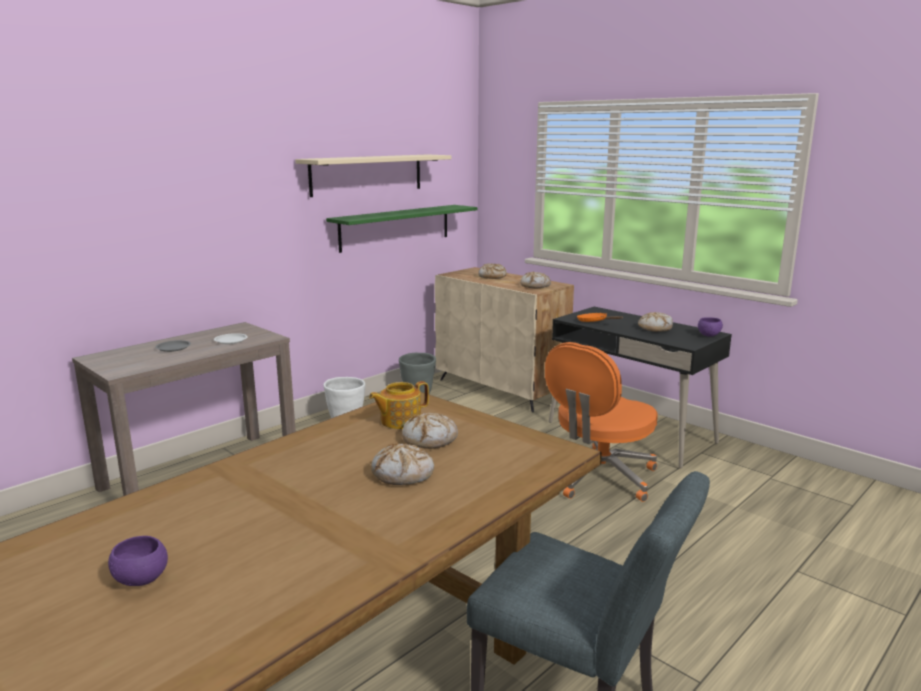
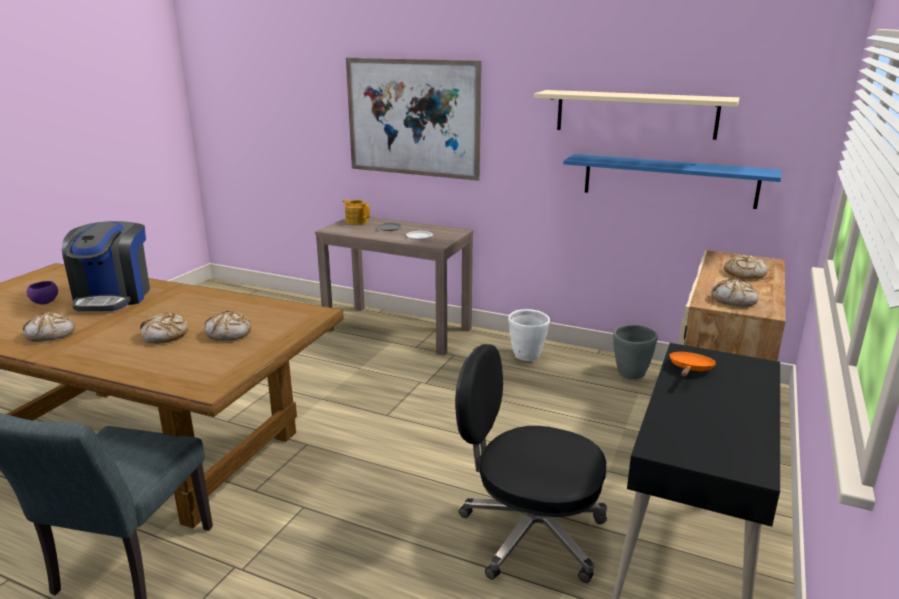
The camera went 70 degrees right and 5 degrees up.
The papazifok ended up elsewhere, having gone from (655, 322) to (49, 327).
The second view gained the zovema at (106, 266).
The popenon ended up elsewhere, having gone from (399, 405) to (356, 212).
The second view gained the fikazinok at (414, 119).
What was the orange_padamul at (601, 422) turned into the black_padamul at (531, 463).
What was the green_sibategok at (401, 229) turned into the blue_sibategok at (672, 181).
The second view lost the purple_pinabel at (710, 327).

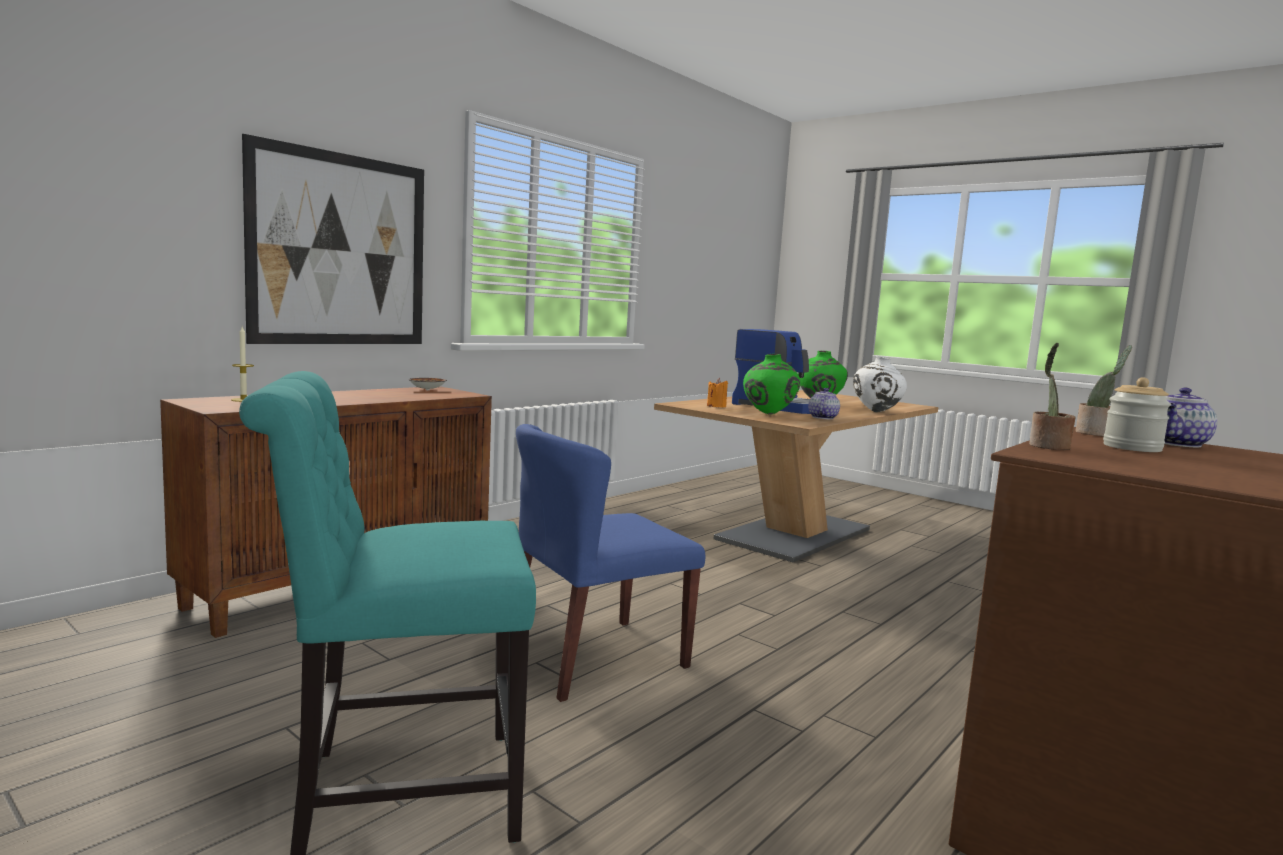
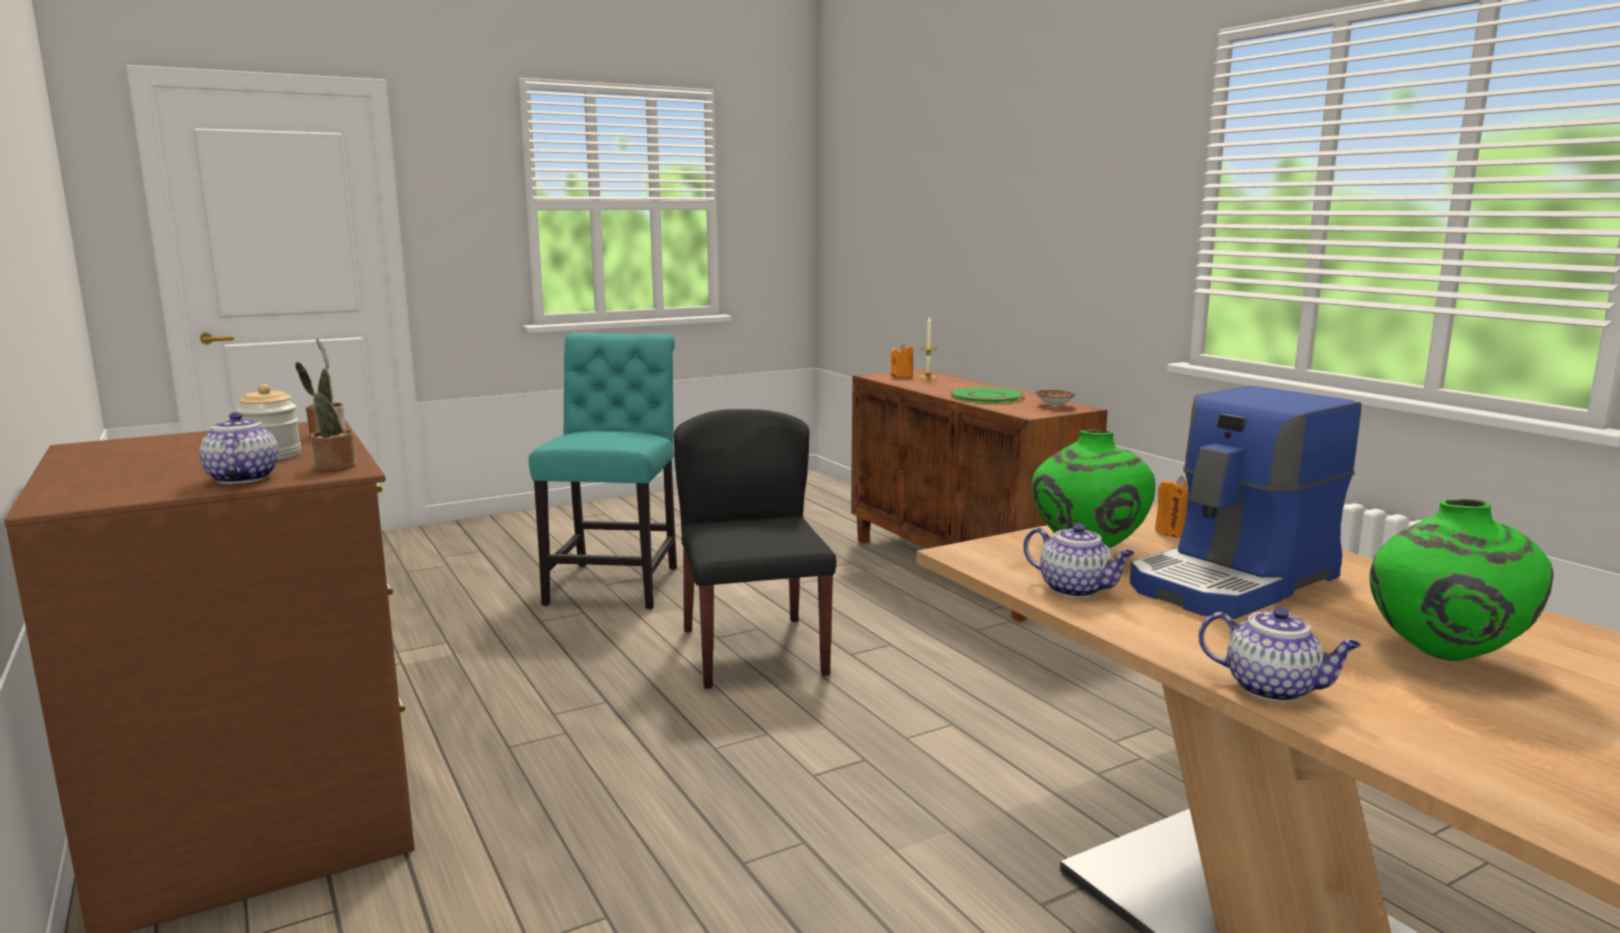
The camera went 110 degrees right and 5 degrees up.
What was the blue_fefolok at (610, 563) turned into the black_fefolok at (755, 549).
The second view gained the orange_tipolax at (902, 360).
The second view gained the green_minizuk at (987, 395).
Where the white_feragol stood at (880, 384), the popenon came to stand at (1280, 654).
The second view lost the fikazinok at (333, 239).

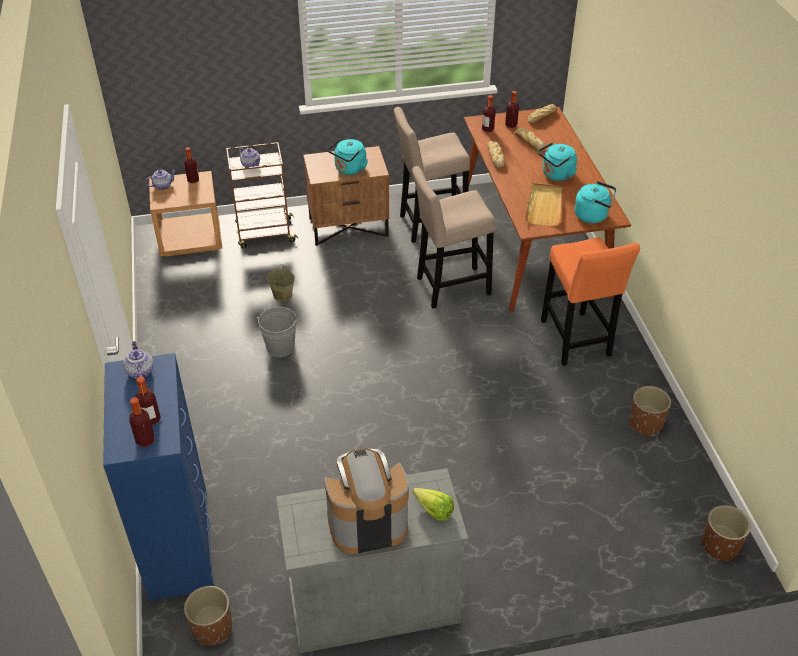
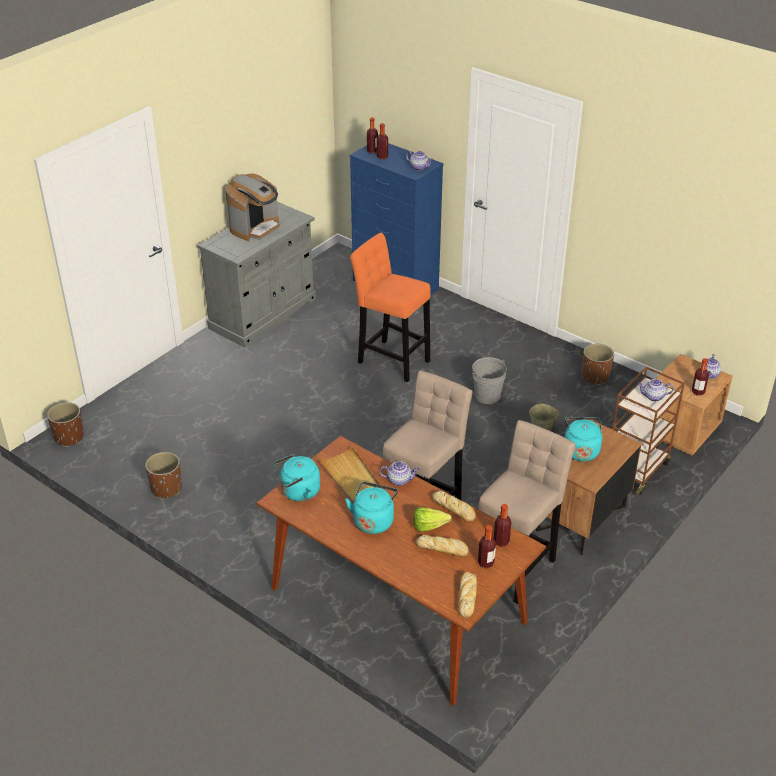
The camera went 140 degrees right and 5 degrees down.
The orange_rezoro ended up elsewhere, having gone from (590, 301) to (390, 307).
The second view gained the popenon at (399, 473).
The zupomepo ended up elsewhere, having gone from (433, 504) to (433, 519).
The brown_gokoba ended up elsewhere, having gone from (208, 616) to (598, 364).

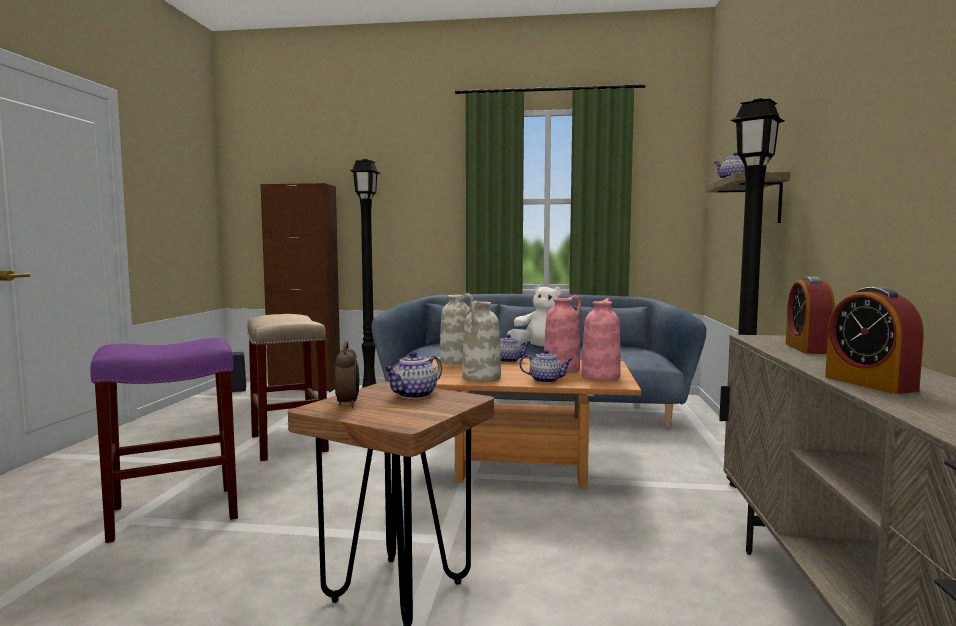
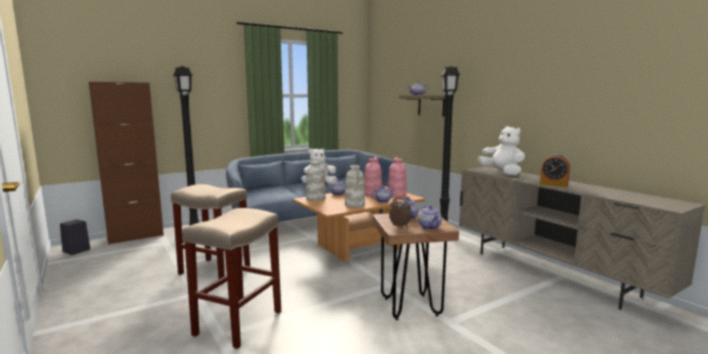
The camera went 40 degrees left and 5 degrees up.
What was the purple_rezoro at (164, 440) turned into the beige_rezoro at (231, 278).
The second view gained the popenon at (430, 217).
Where the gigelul stood at (810, 315), the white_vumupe came to stand at (501, 151).

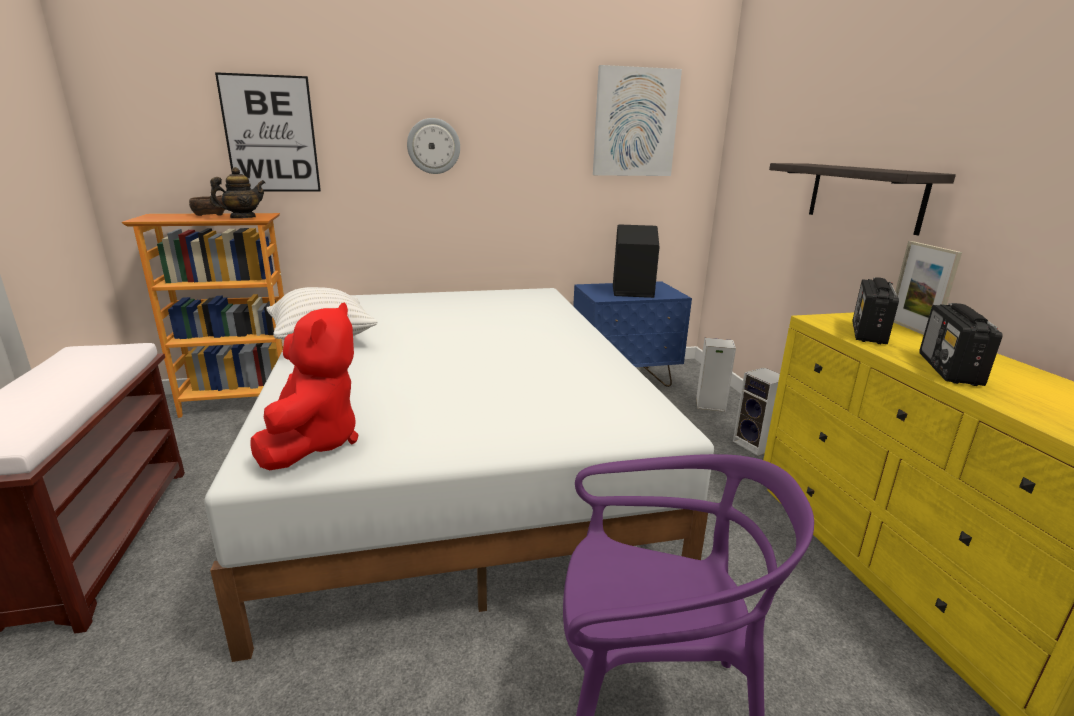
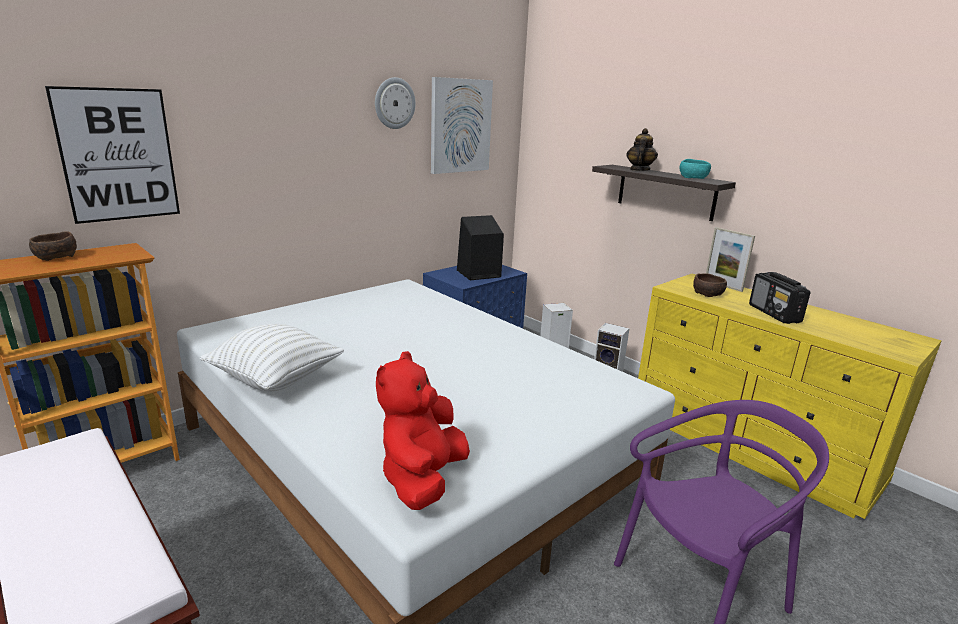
The camera went 30 degrees left and 0 degrees up.
The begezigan ended up elsewhere, having gone from (433, 146) to (395, 103).
The red_vumupe at (304, 386) ended up facing another way, 135 degrees counterclockwise from before.
The popenon ended up elsewhere, having gone from (237, 192) to (642, 149).
The second view gained the turquoise_pinabel at (695, 169).
Where the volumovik stood at (875, 310), the brown_pinabel came to stand at (710, 285).

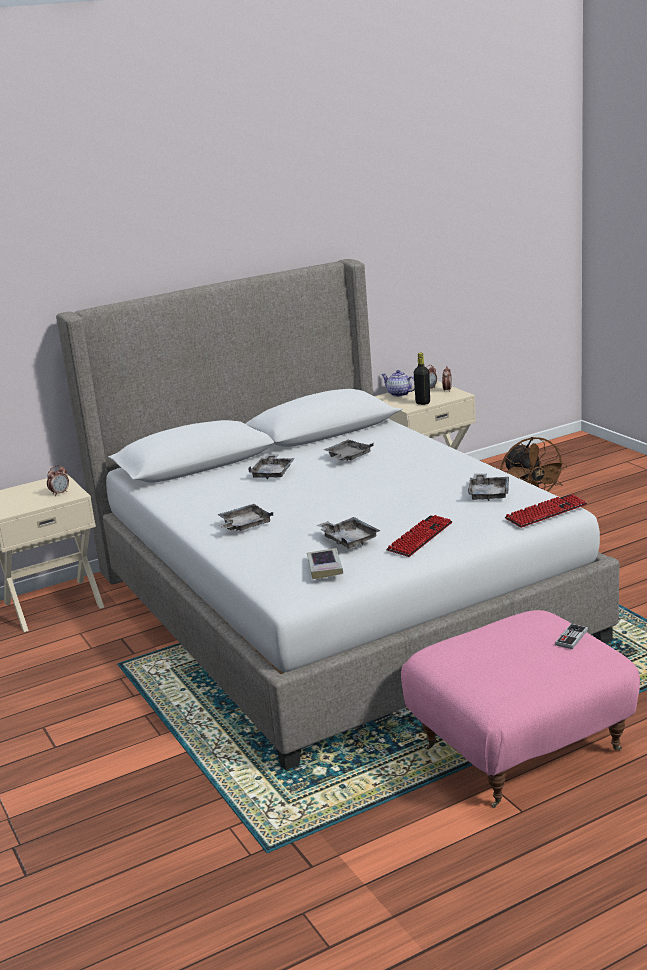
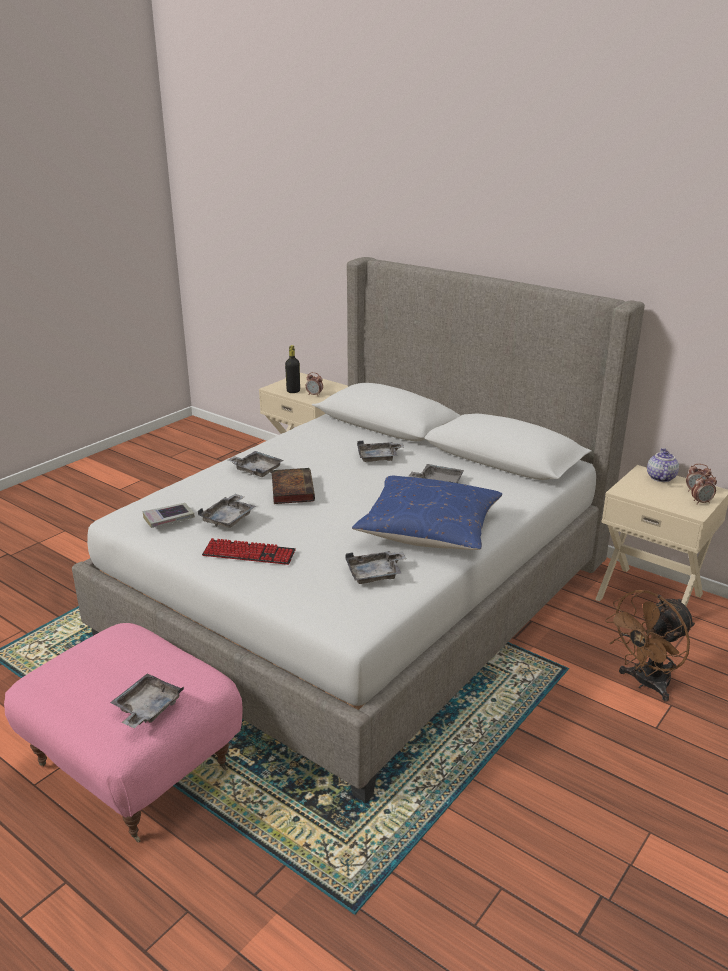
The camera went 65 degrees right and 5 degrees up.
Where the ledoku stood at (571, 636), the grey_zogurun came to stand at (147, 701).
The second view gained the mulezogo at (293, 486).
The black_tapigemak ended up elsewhere, having gone from (422, 379) to (292, 369).
The second view gained the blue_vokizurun at (427, 513).
The second view lost the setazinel at (545, 511).

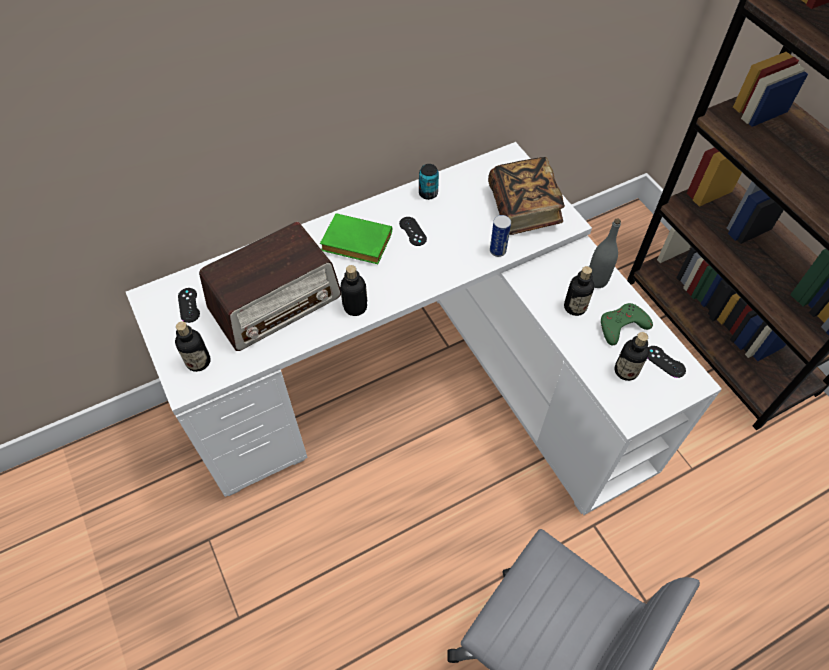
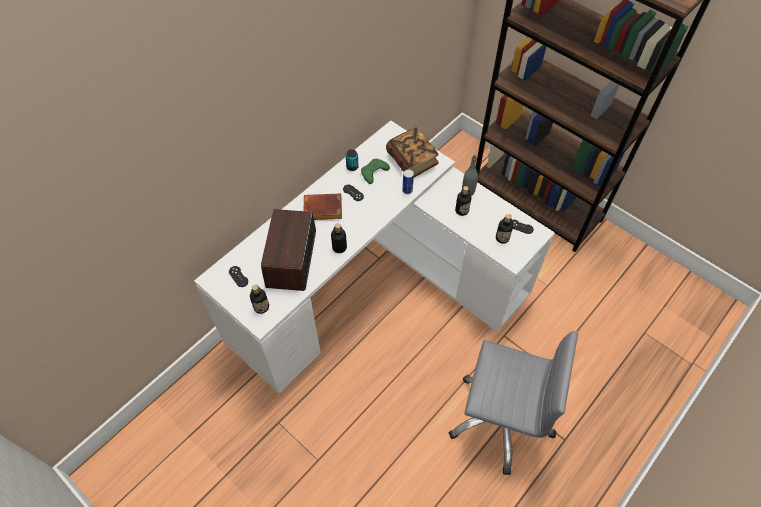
The camera went 20 degrees left and 0 degrees up.
The volumovik at (270, 286) ended up facing another way, 150 degrees clockwise from before.
What was the green_mulezogo at (356, 238) turned into the brown_mulezogo at (322, 206).
The green_ledoku ended up elsewhere, having gone from (627, 324) to (375, 171).

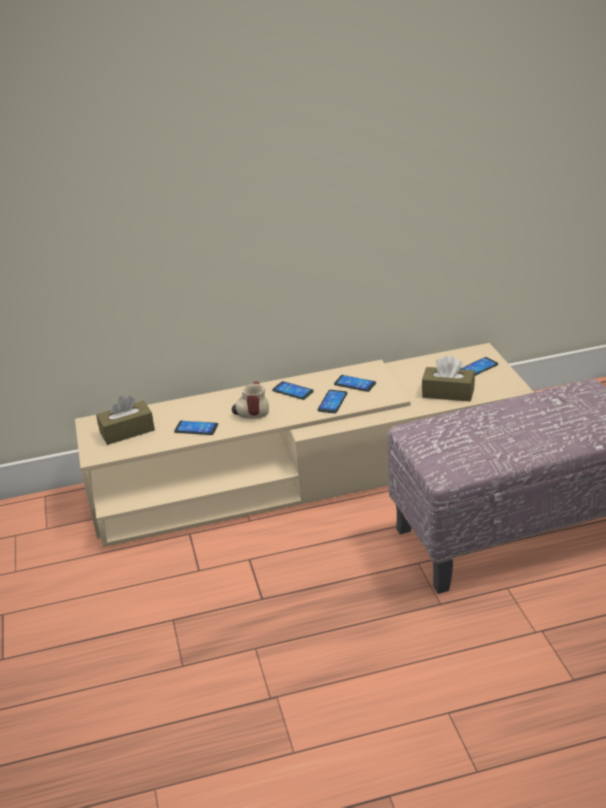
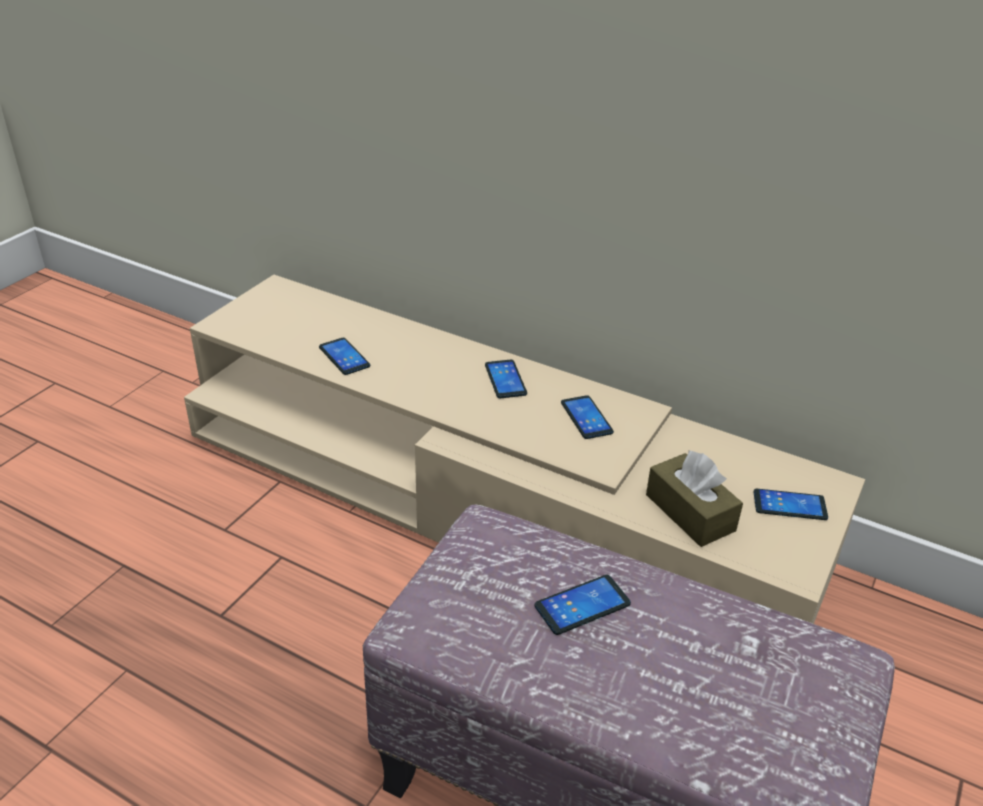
The camera went 40 degrees right and 5 degrees up.
The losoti ended up elsewhere, having gone from (332, 401) to (582, 605).
The second view lost the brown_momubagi at (125, 420).
The second view lost the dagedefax at (250, 400).

